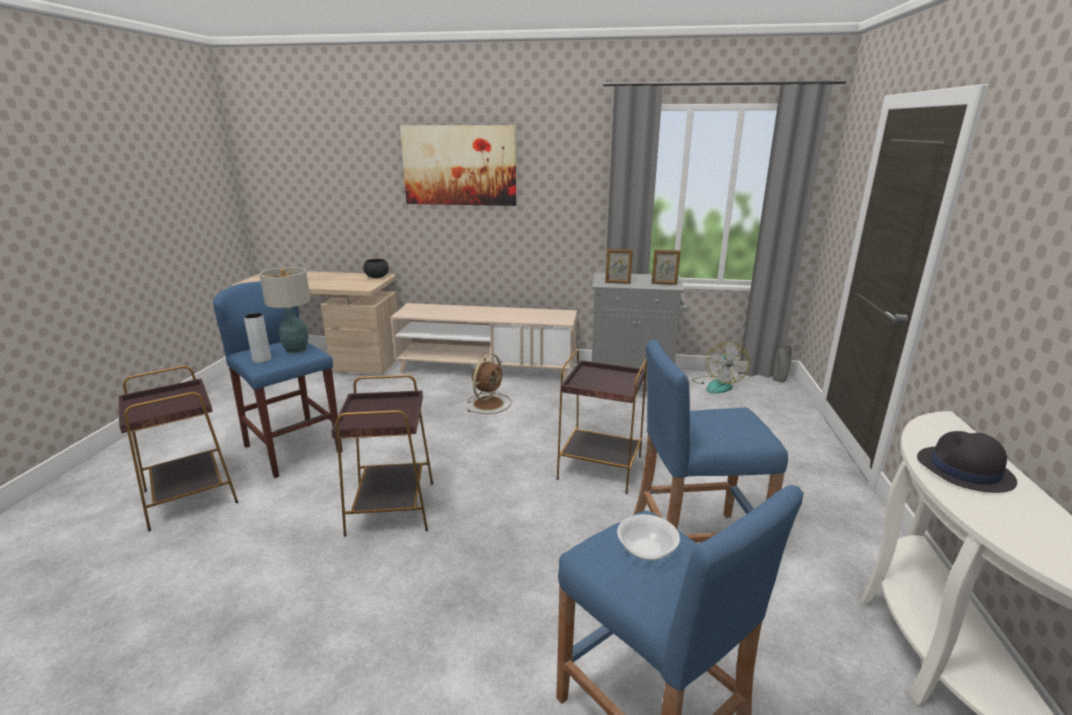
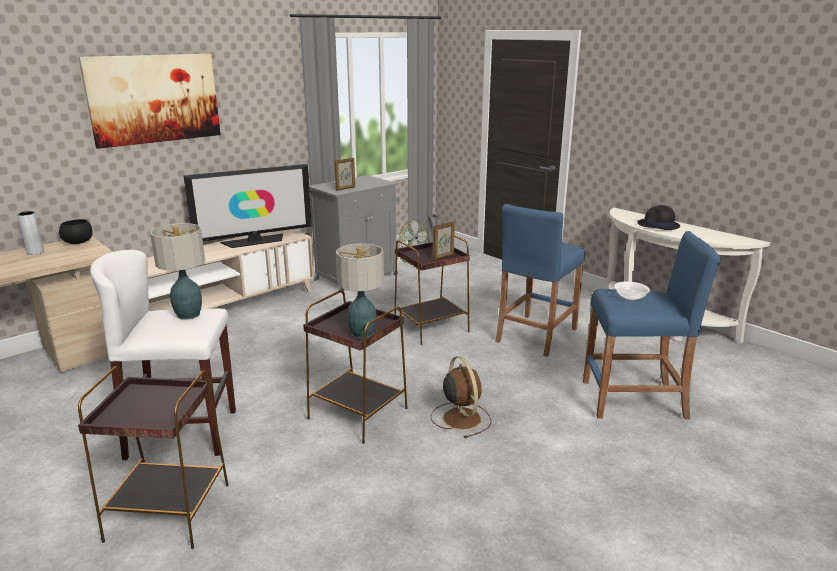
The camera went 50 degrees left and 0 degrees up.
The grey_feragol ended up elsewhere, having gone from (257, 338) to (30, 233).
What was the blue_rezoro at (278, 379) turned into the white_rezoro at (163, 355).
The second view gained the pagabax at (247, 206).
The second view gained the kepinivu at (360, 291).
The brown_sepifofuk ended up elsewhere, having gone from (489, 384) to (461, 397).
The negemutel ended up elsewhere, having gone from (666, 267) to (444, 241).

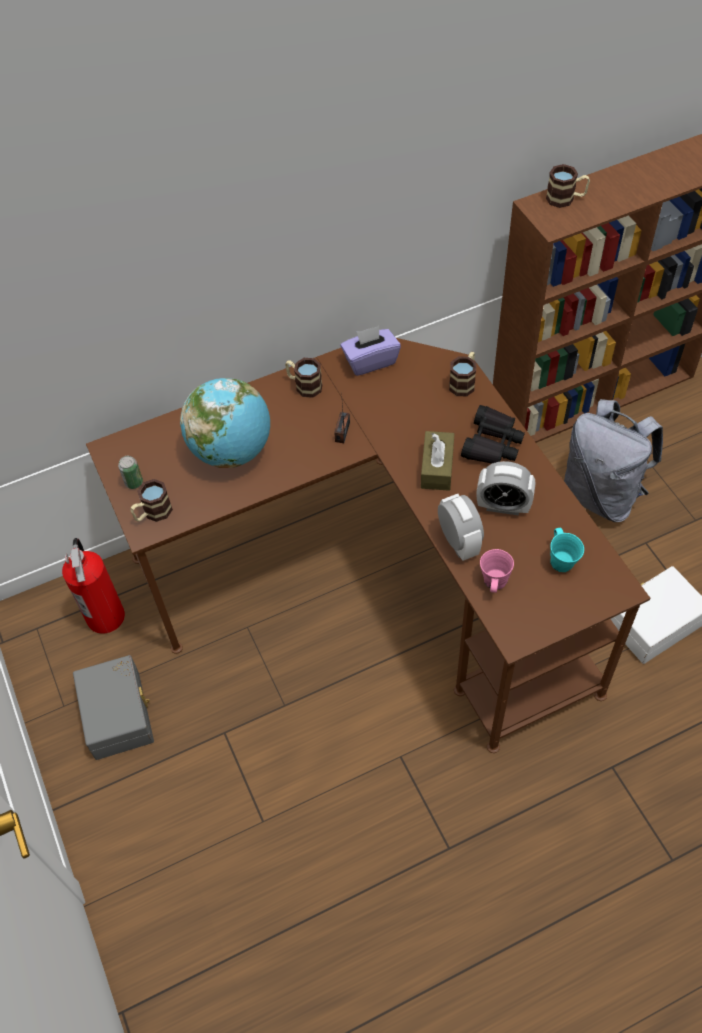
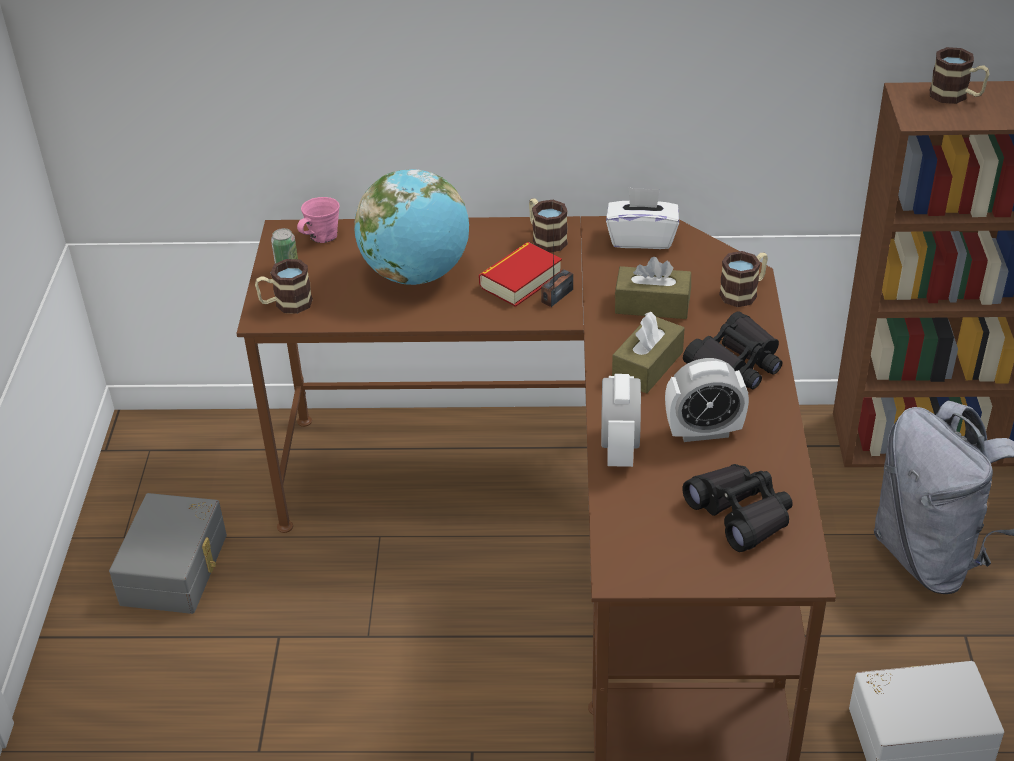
The camera went 25 degrees right and 15 degrees down.
The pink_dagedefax ended up elsewhere, having gone from (497, 571) to (318, 220).
The second view gained the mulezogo at (520, 274).
What was the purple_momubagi at (370, 351) turned into the white_momubagi at (642, 218).
The second view gained the brown_momubagi at (653, 288).
The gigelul at (505, 488) ended up facing another way, 45 degrees counterclockwise from before.
Where the turquoise_dagedefax stood at (567, 550), the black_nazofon came to stand at (737, 508).
The second view lost the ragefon at (93, 586).

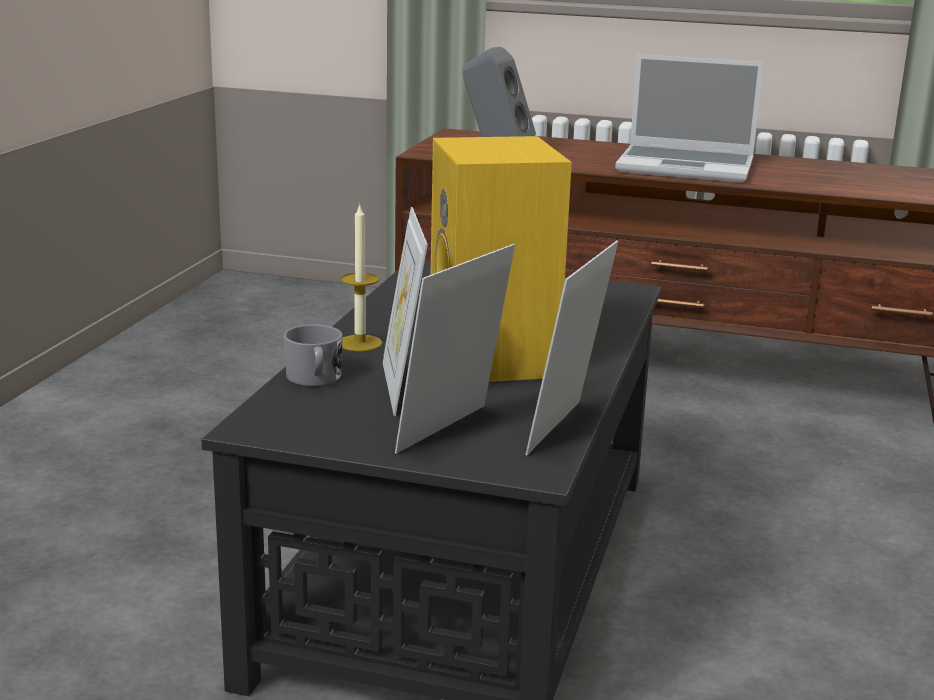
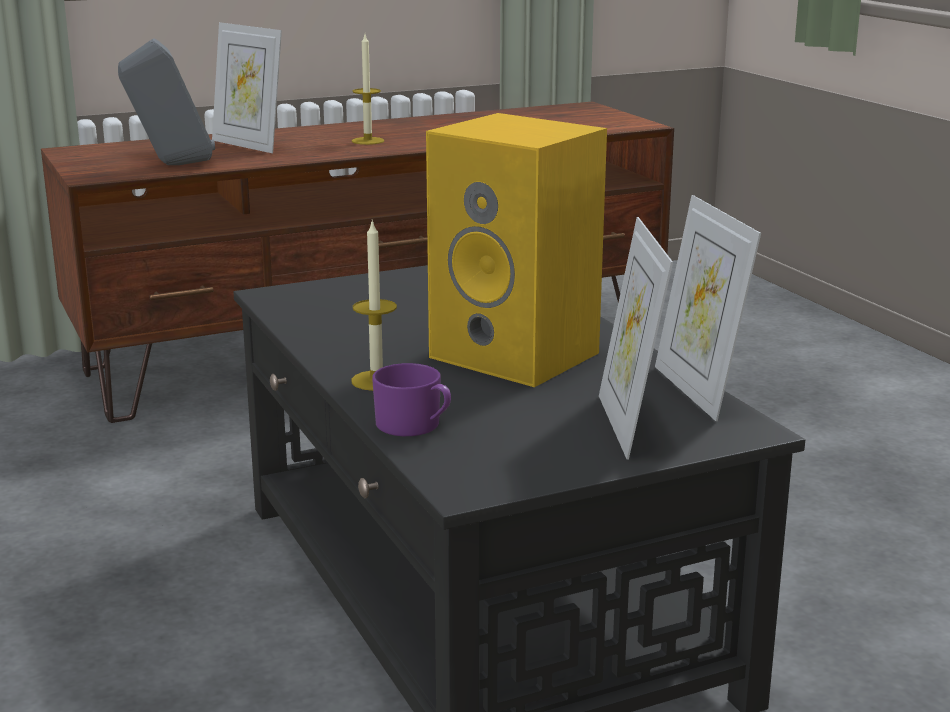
The camera went 40 degrees left and 0 degrees up.
The negemutel ended up elsewhere, having gone from (405, 311) to (247, 87).
Where the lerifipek stood at (689, 118), the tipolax came to stand at (368, 89).
What was the grey_dagedefax at (313, 355) turned into the purple_dagedefax at (411, 399).

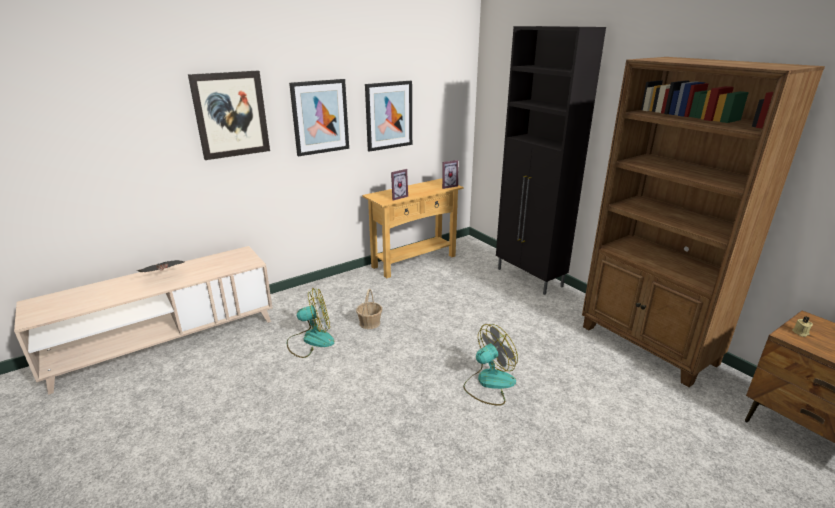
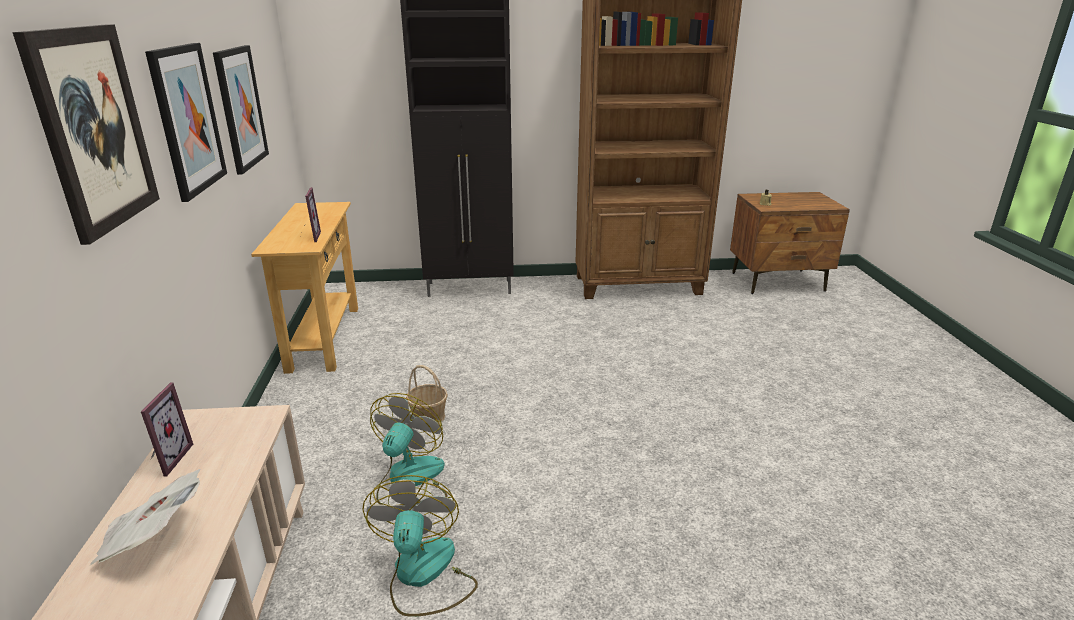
The camera went 60 degrees left and 0 degrees up.
The negemutel ended up elsewhere, having gone from (450, 174) to (167, 429).
The sepifofuk ended up elsewhere, having gone from (490, 365) to (420, 546).

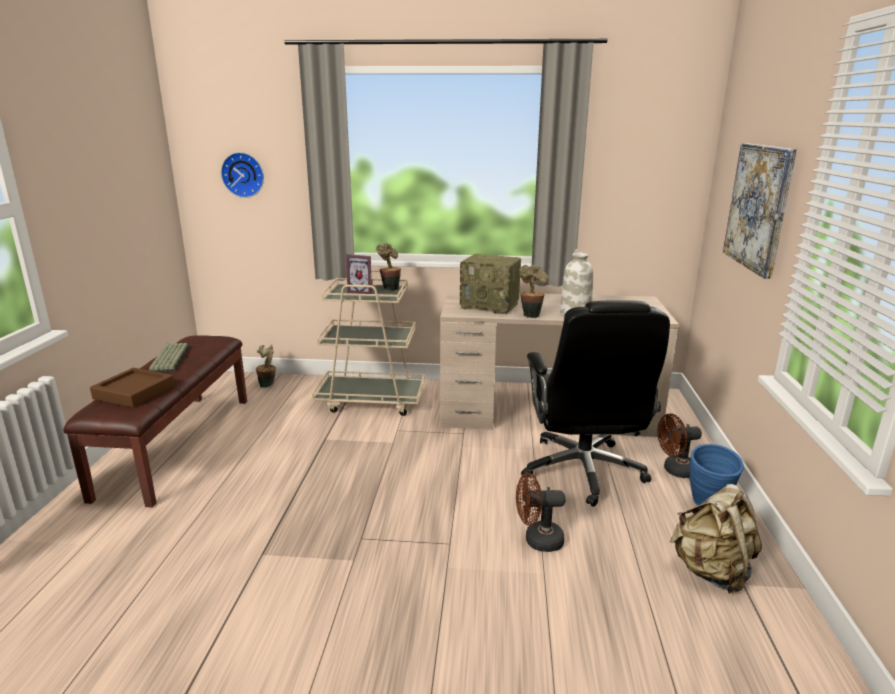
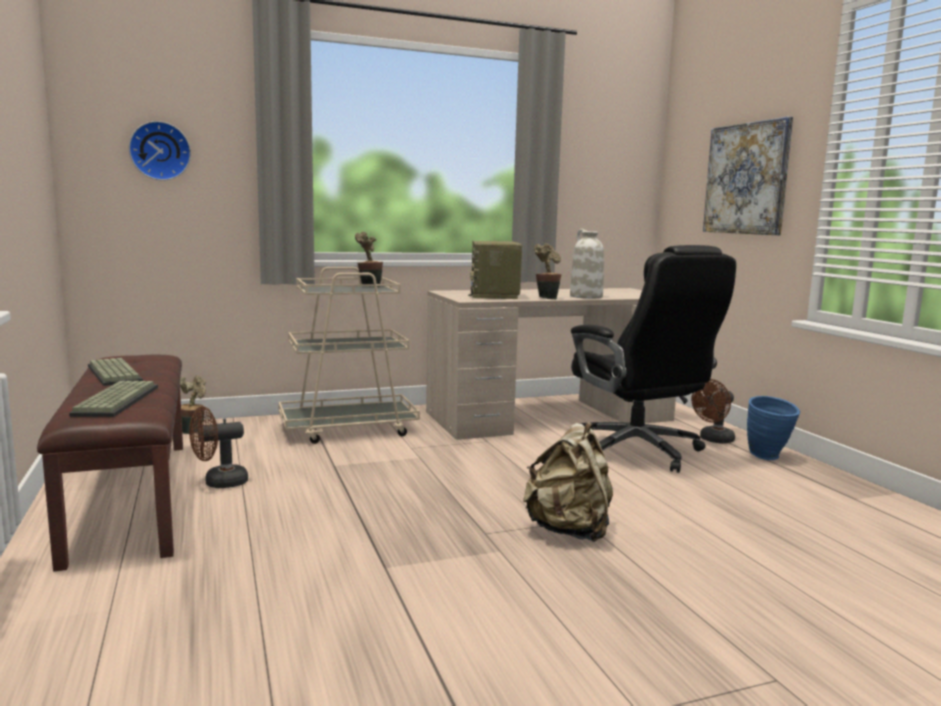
The camera went 25 degrees left and 10 degrees down.
Where the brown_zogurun stood at (132, 388), the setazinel came to stand at (113, 399).
The brown_sepifofuk ended up elsewhere, having gone from (540, 512) to (218, 447).
The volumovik at (490, 283) ended up facing another way, 90 degrees clockwise from before.
The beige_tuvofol ended up elsewhere, having gone from (716, 539) to (568, 482).
The second view lost the negemutel at (359, 274).

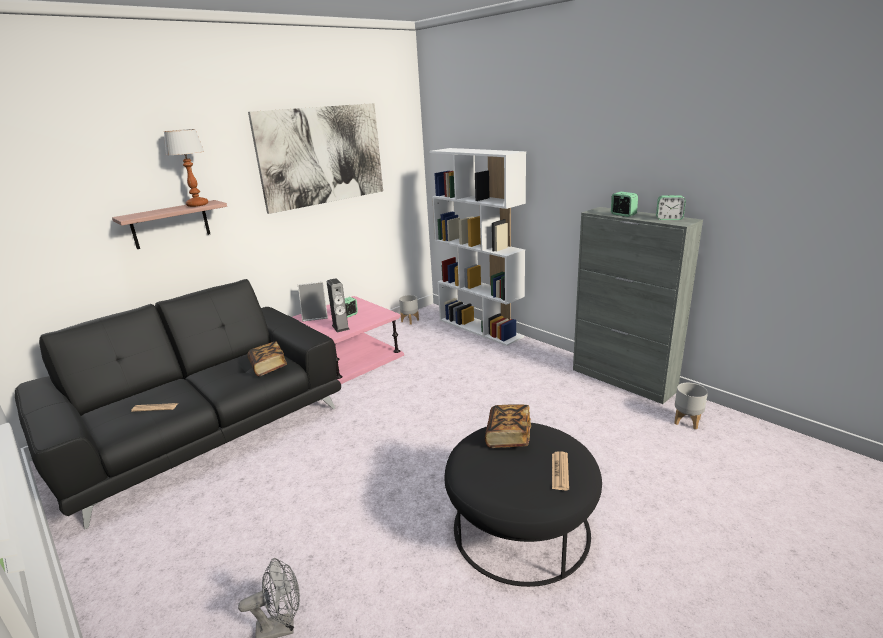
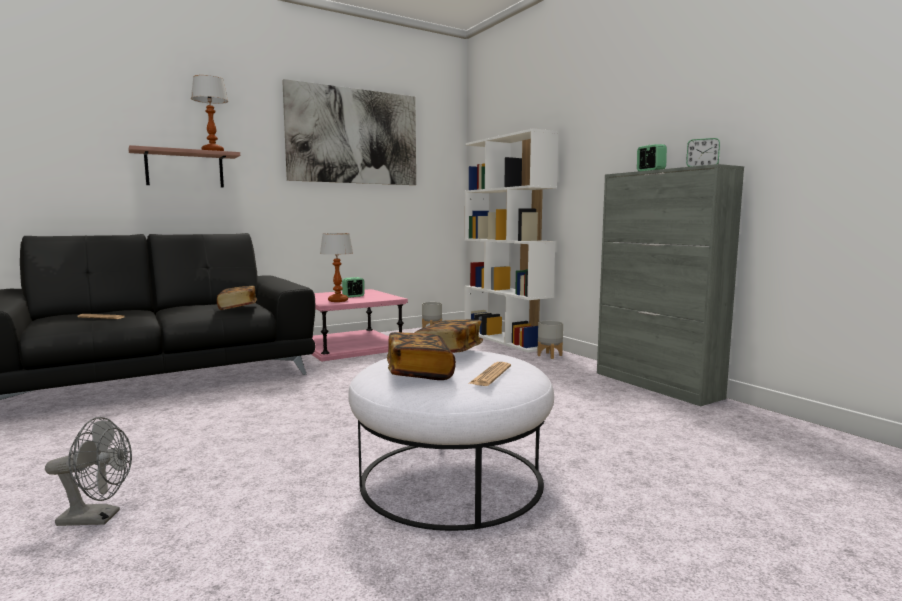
The camera went 10 degrees right and 15 degrees down.
Where the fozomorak stood at (338, 305), the kepinivu came to stand at (336, 267).
What was the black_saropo at (523, 505) turned into the white_saropo at (451, 440).
The second view gained the mulezogo at (421, 356).
The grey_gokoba ended up elsewhere, having gone from (691, 406) to (550, 340).
The second view lost the negemutel at (313, 301).

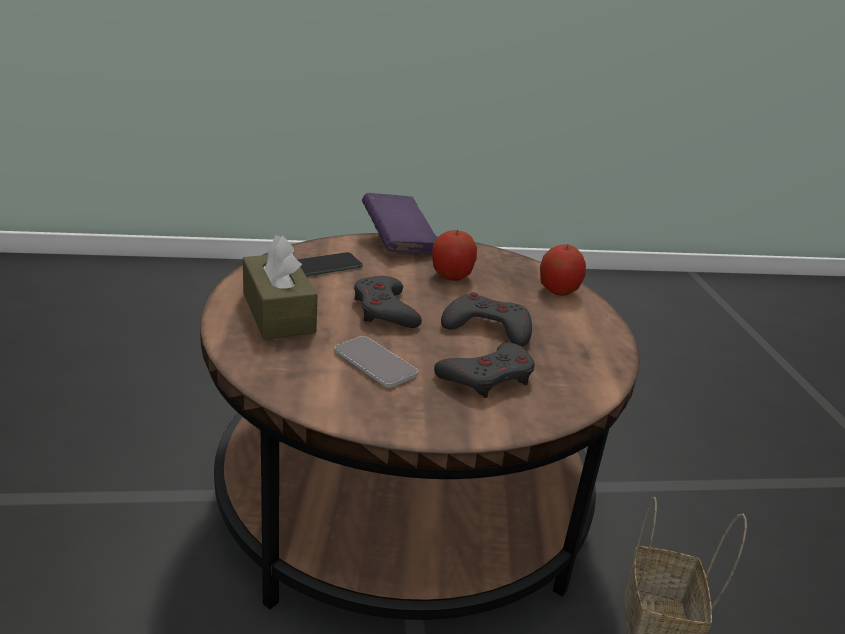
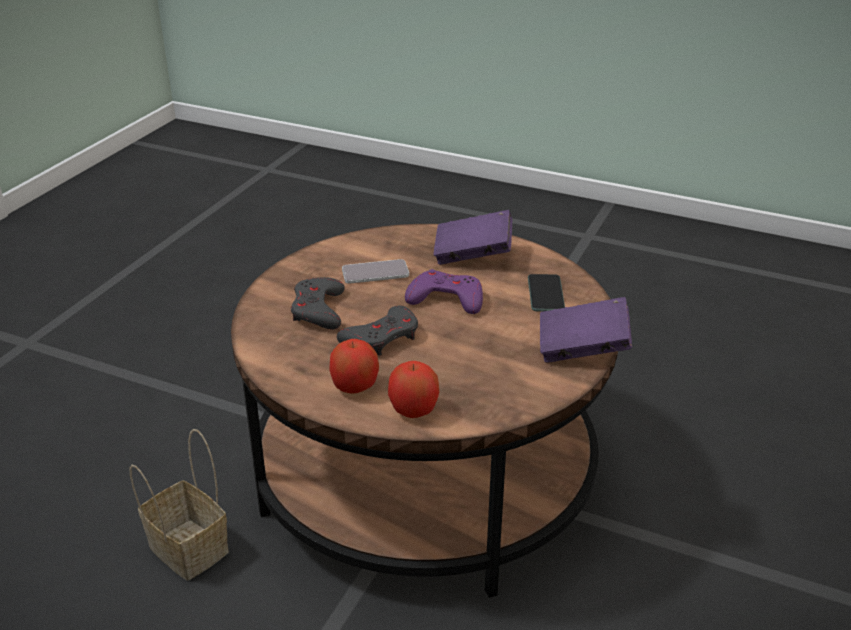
The camera went 125 degrees right and 5 degrees up.
The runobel ended up elsewhere, having gone from (454, 255) to (354, 366).
What was the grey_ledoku at (388, 302) turned into the purple_ledoku at (444, 291).
Where the brown_momubagi stood at (280, 287), the purple_mulezogo came to stand at (473, 237).

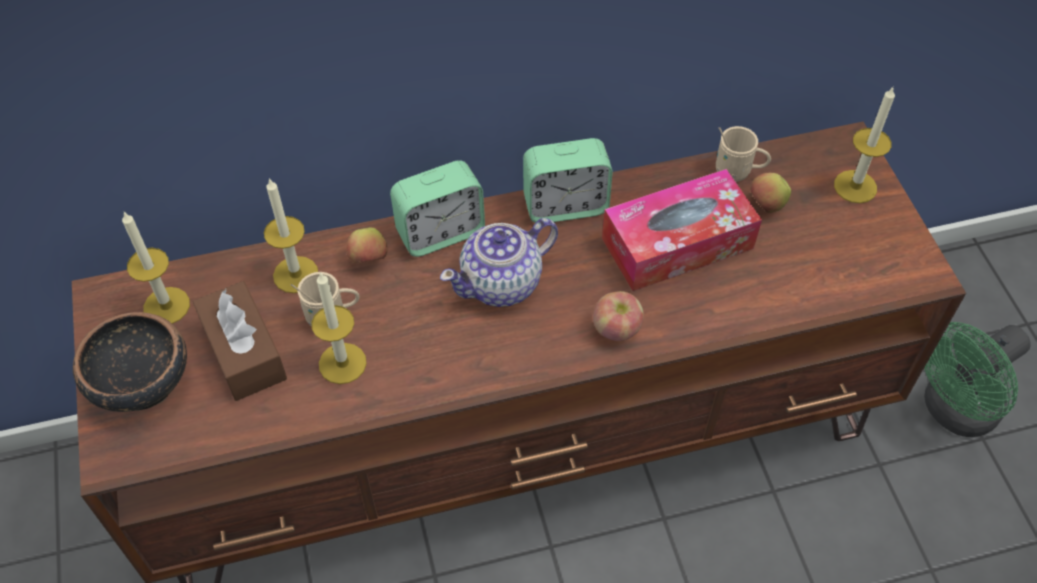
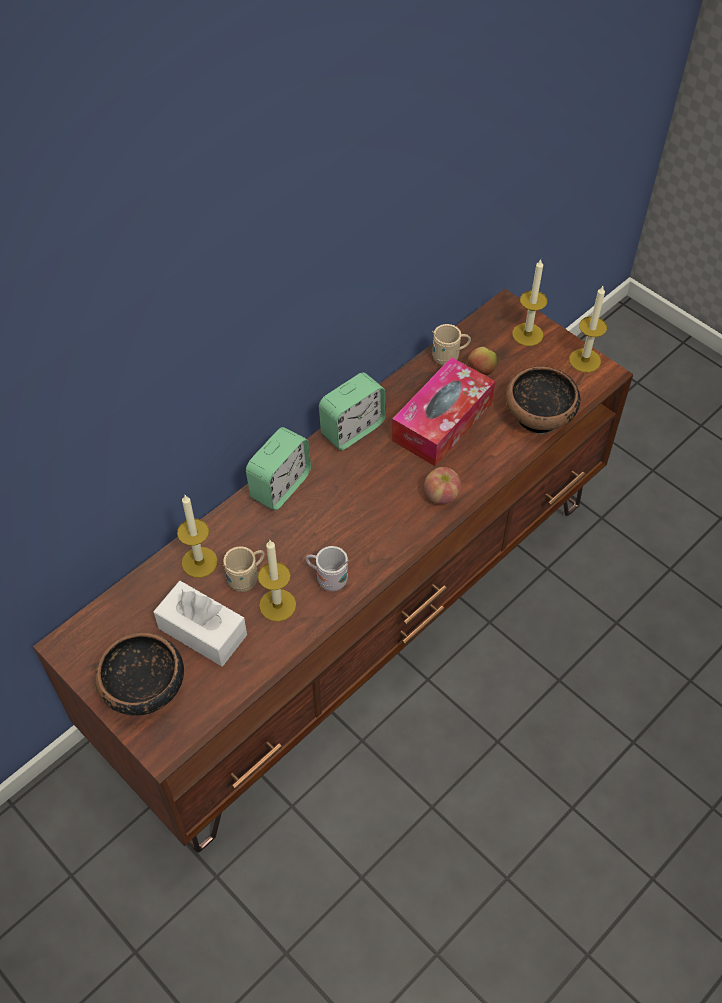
The camera went 30 degrees left and 0 degrees up.
What was the brown_momubagi at (240, 341) turned into the white_momubagi at (200, 623).
The second view gained the white_dagedefax at (327, 568).
The second view gained the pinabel at (542, 400).
The tipolax ended up elsewhere, having gone from (156, 267) to (588, 329).
The second view lost the runobel at (367, 245).
The second view lost the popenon at (499, 262).
The second view lost the green_sepifofuk at (977, 379).

